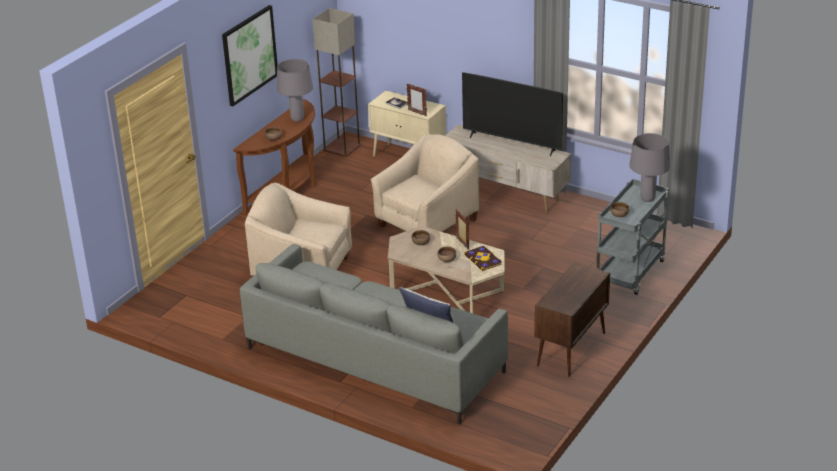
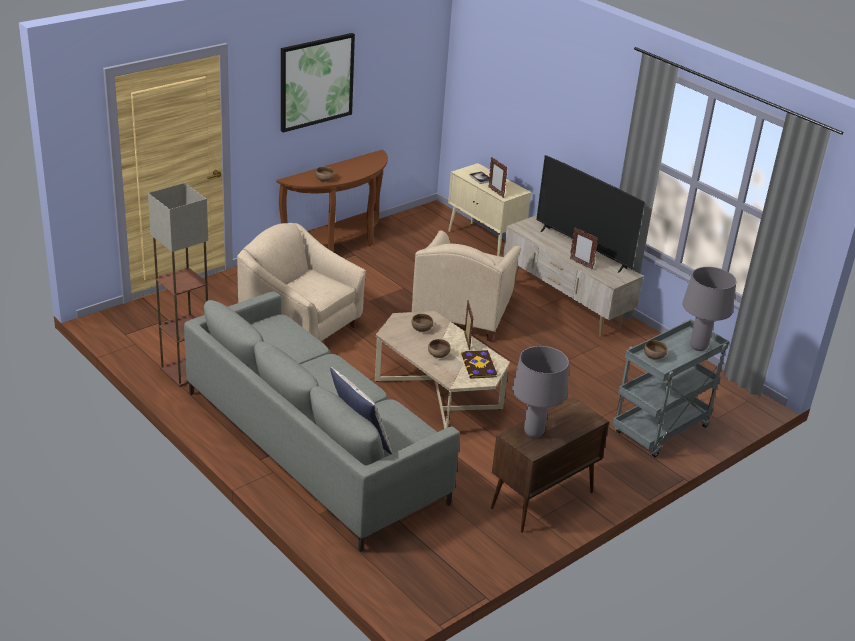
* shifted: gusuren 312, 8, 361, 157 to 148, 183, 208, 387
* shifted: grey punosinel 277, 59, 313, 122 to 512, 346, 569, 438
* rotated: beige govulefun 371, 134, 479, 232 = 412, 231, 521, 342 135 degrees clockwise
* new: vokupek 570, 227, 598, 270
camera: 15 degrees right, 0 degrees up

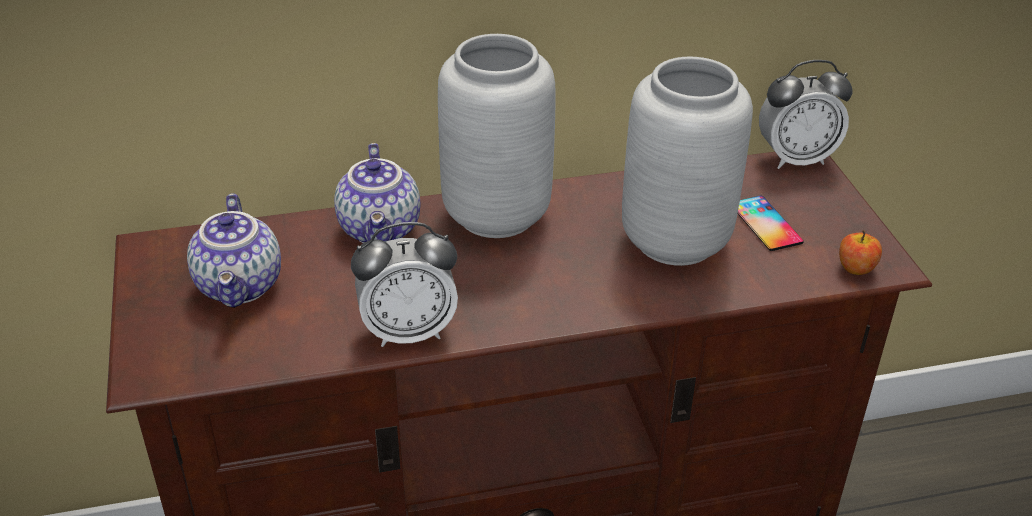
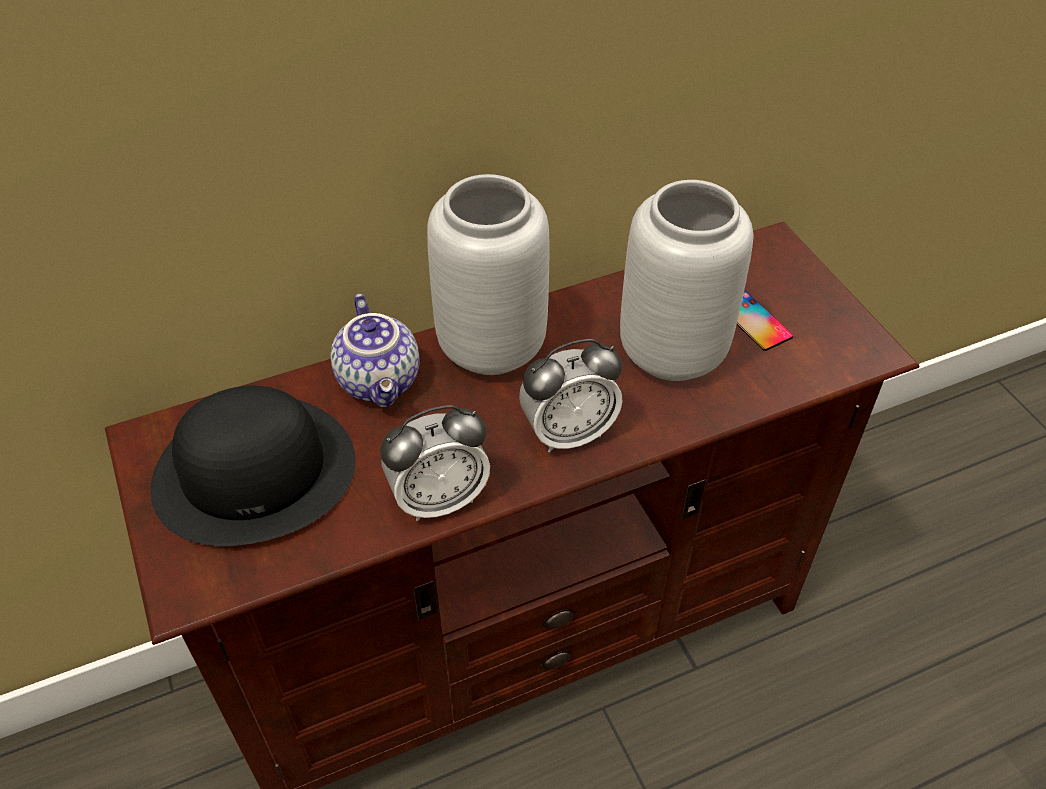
* shifted: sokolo 759, 60, 853, 169 to 519, 339, 623, 453
* swapped: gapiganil 187, 194, 281, 308 to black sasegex 151, 386, 355, 546
* gone: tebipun 839, 230, 882, 275
camera: 10 degrees left, 10 degrees up

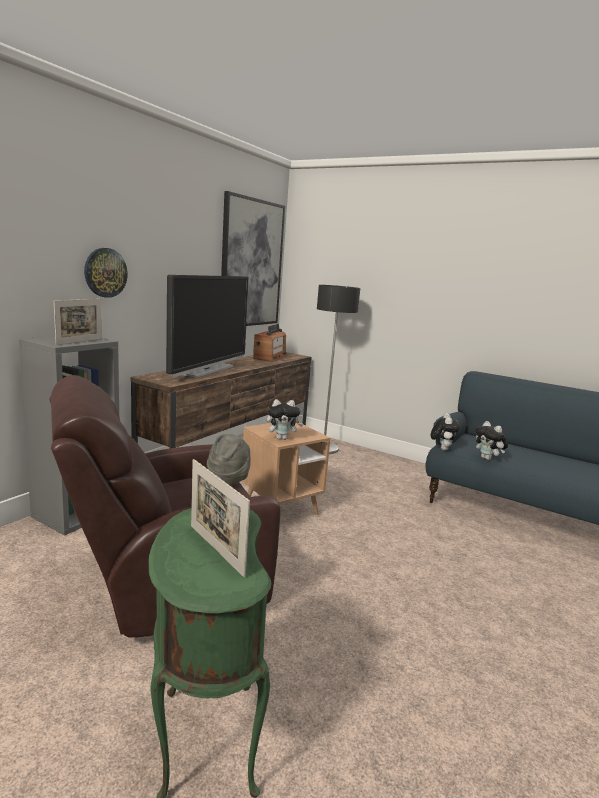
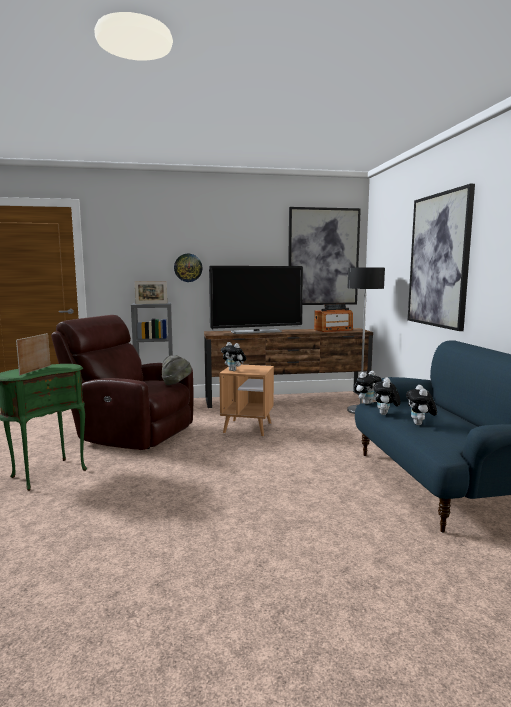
* new: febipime 408, 184, 475, 331
* new: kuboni 406, 385, 437, 425
camera: 50 degrees right, 5 degrees down

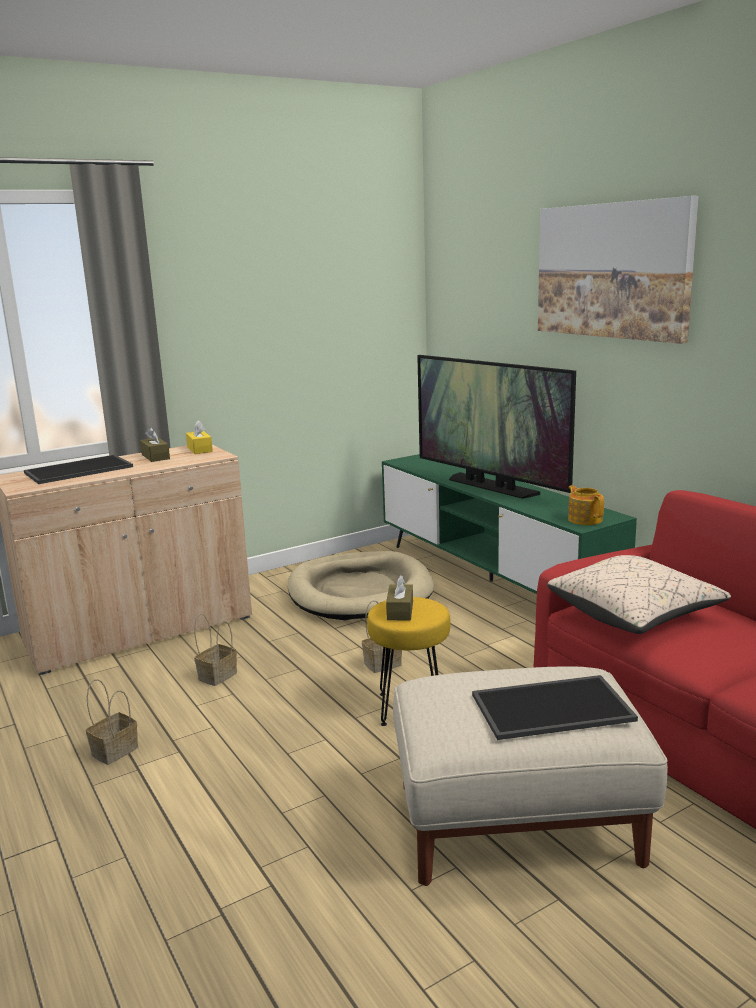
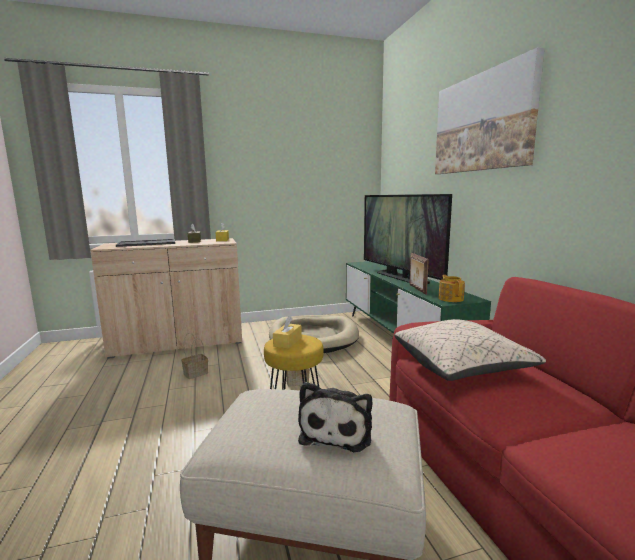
* repainted: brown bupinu 386, 575, 413, 620 to yellow bupinu 273, 316, 302, 349
* swapped: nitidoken 472, 675, 638, 740 to kuboni 298, 382, 372, 452
* gone: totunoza 86, 679, 138, 765
* new: vokupek 410, 253, 429, 295
camera: 15 degrees right, 5 degrees down

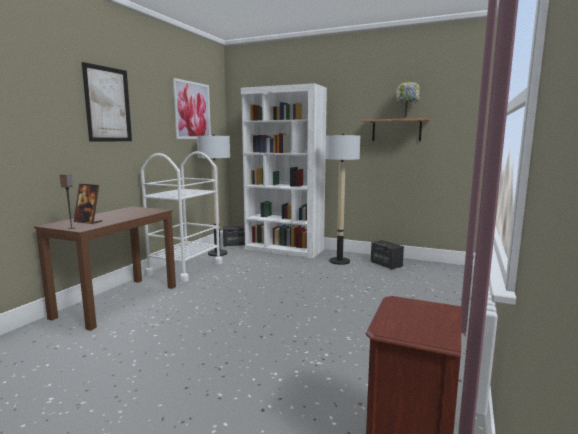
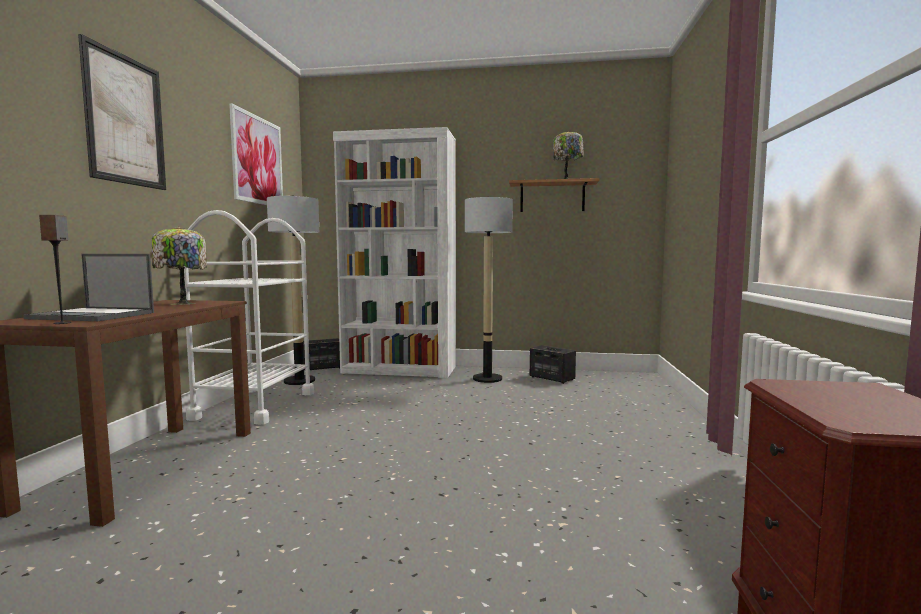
* swapped: vokupek 74, 184, 102, 224 to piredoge 23, 254, 154, 321
* new: punosinel 152, 226, 207, 305
camera: 15 degrees left, 5 degrees down

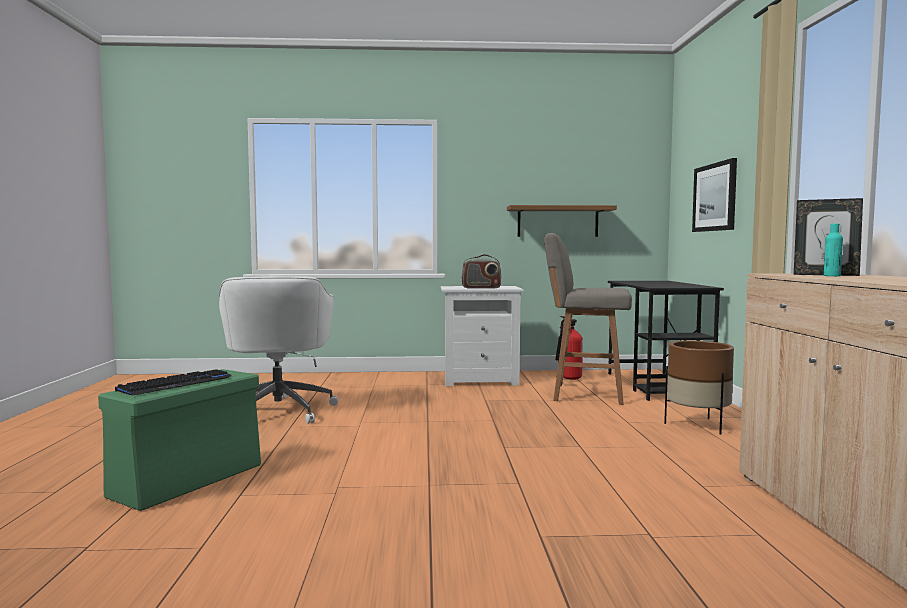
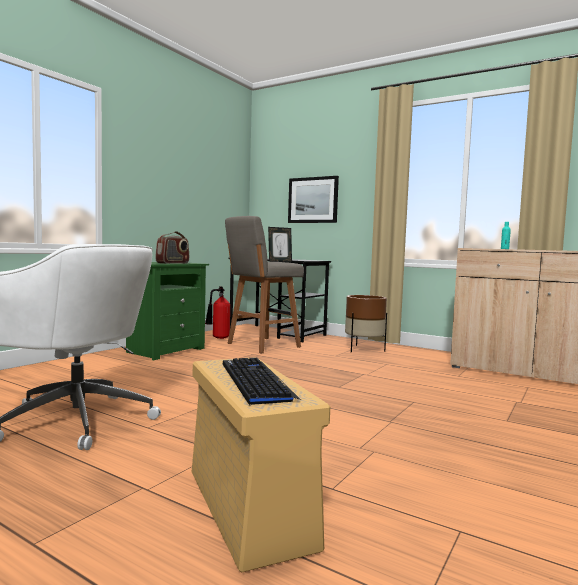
* shifted: vokupek 794, 198, 863, 276 to 268, 227, 292, 262
* gone: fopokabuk 507, 205, 617, 237
* repainted: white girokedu 441, 286, 524, 386 to green girokedu 126, 262, 209, 360
* repainted: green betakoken 98, 369, 261, 511 to beige betakoken 192, 357, 330, 573
camera: 55 degrees left, 0 degrees up

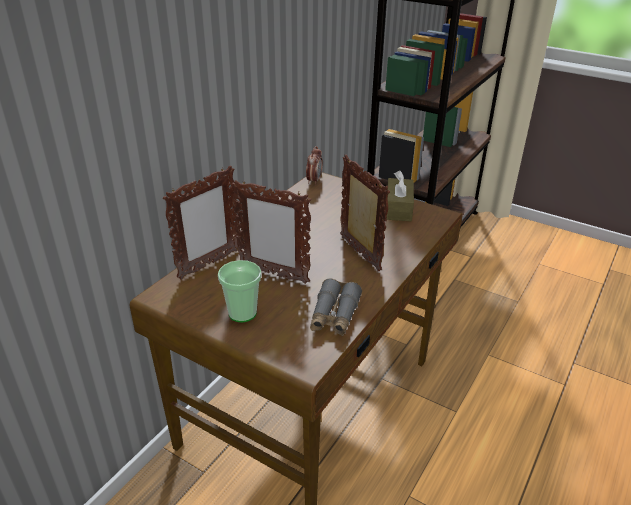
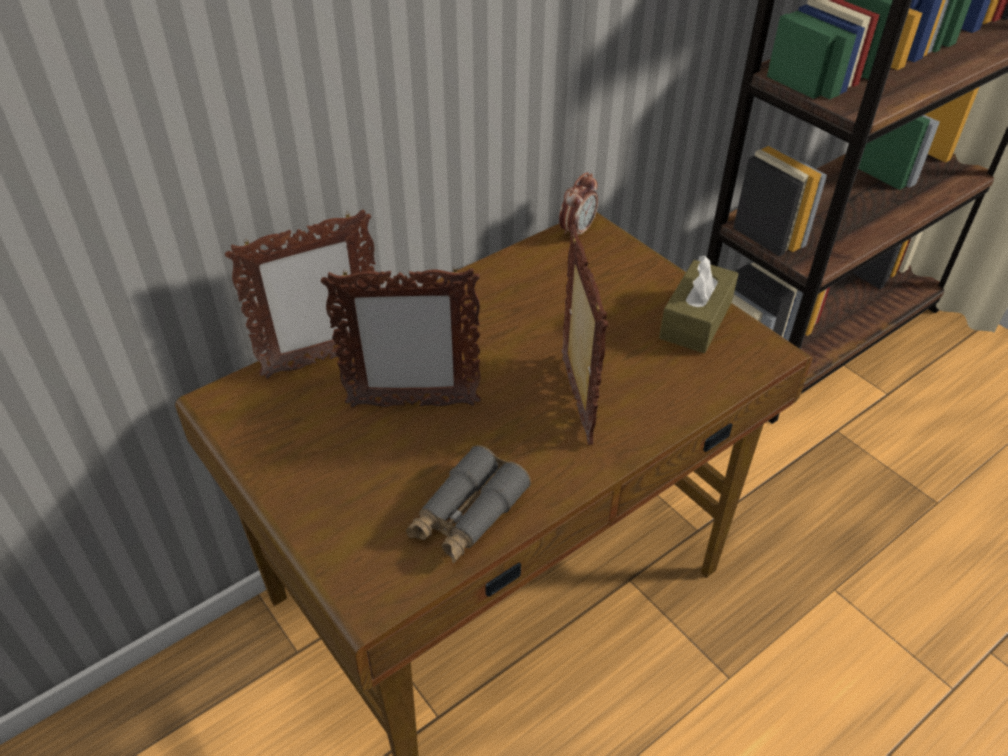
* rotated: vokupek 231, 180, 311, 284 = 321, 266, 481, 407 45 degrees counterclockwise
* gone: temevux 218, 260, 262, 322
camera: 20 degrees right, 10 degrees up

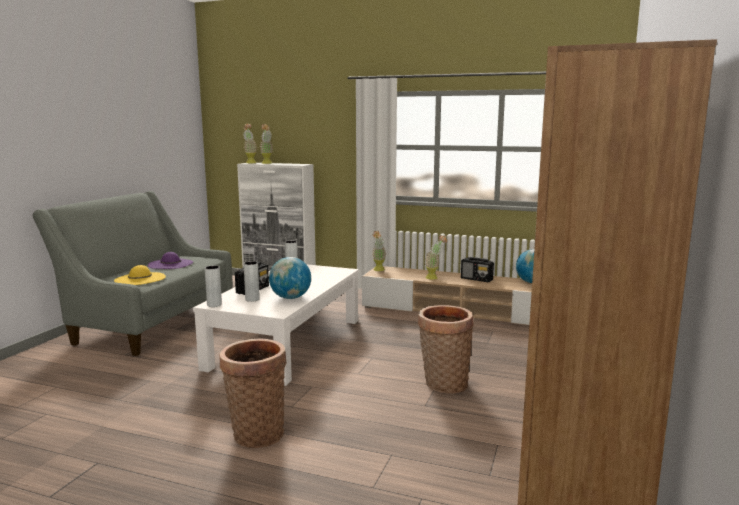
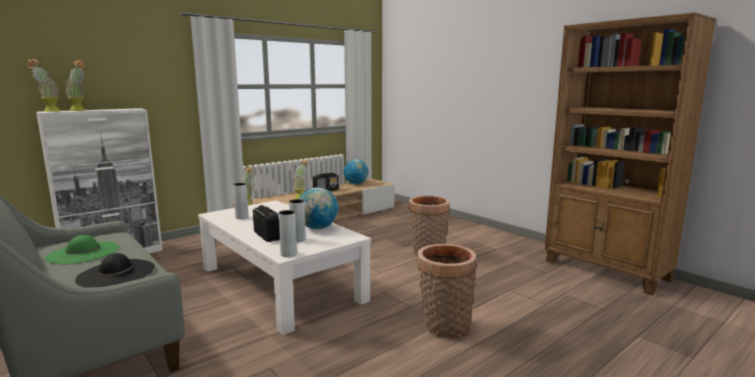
* repainted: purple sasegex 148, 252, 193, 269 to green sasegex 45, 235, 119, 264
* repainted: yellow sasegex 114, 265, 166, 285 to black sasegex 75, 253, 155, 288
camera: 60 degrees left, 0 degrees up

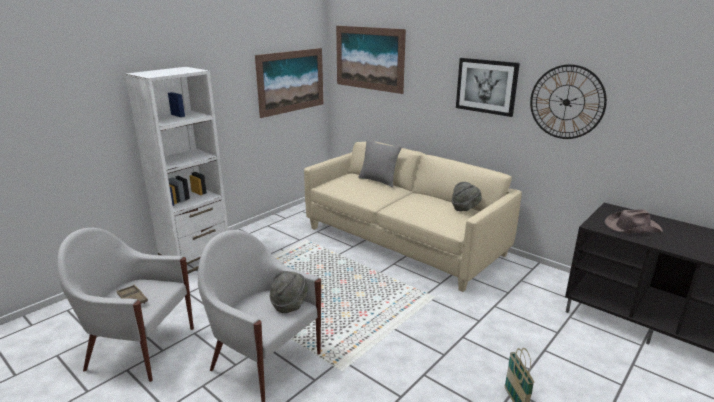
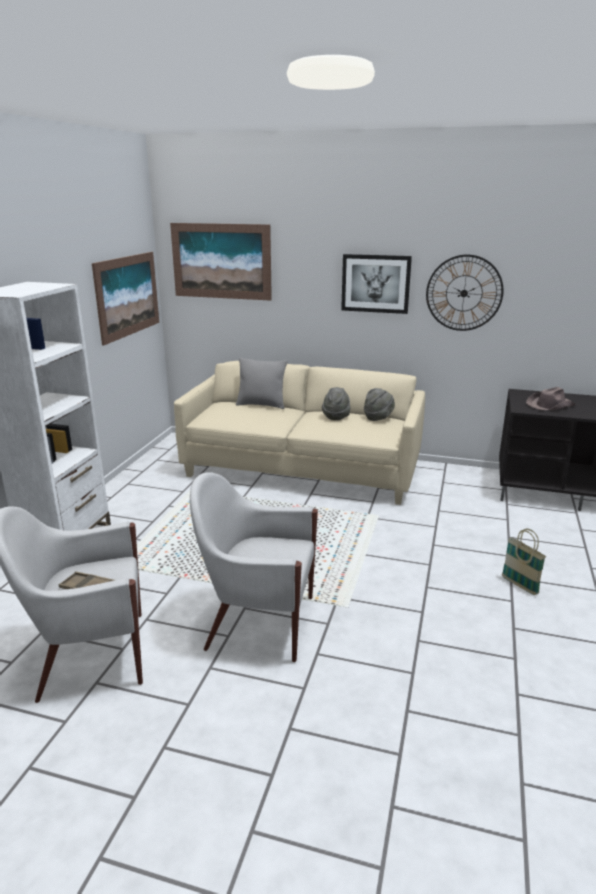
* shifted: grey sasegex 270, 271, 308, 313 to 322, 387, 350, 420
camera: 25 degrees left, 0 degrees up

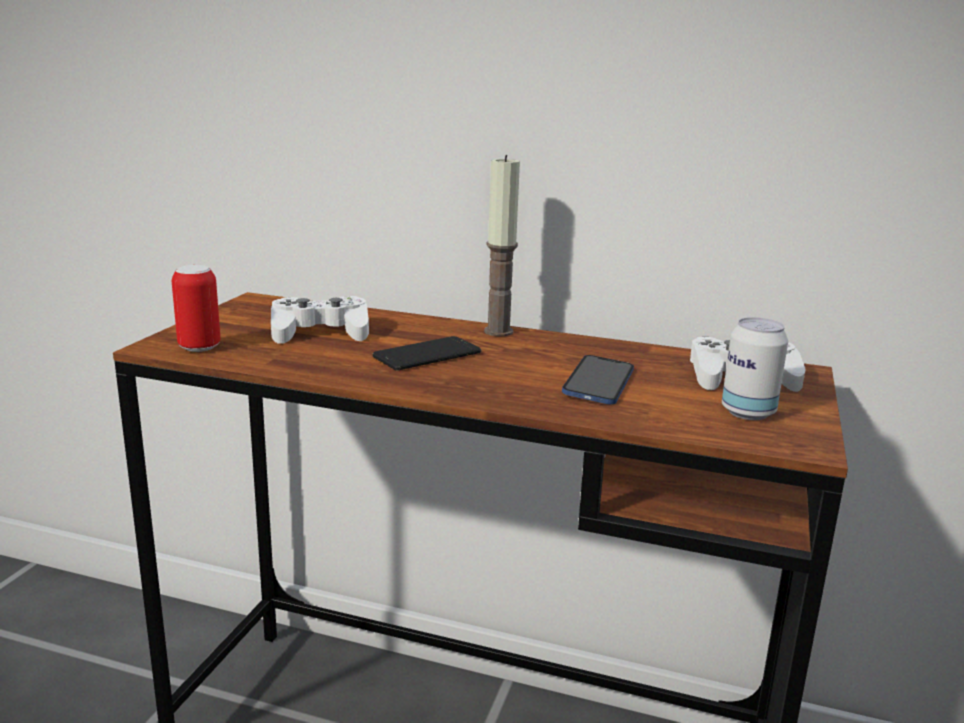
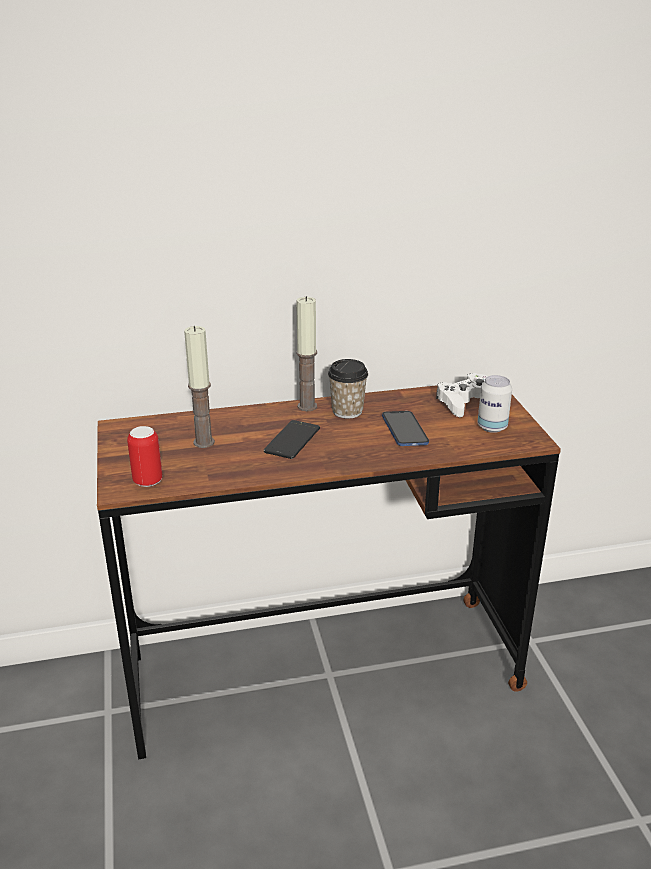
* swapped: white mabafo 271, 296, 369, 344 to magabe 184, 326, 215, 448
* new: temevux 328, 359, 368, 419
camera: 30 degrees left, 10 degrees up

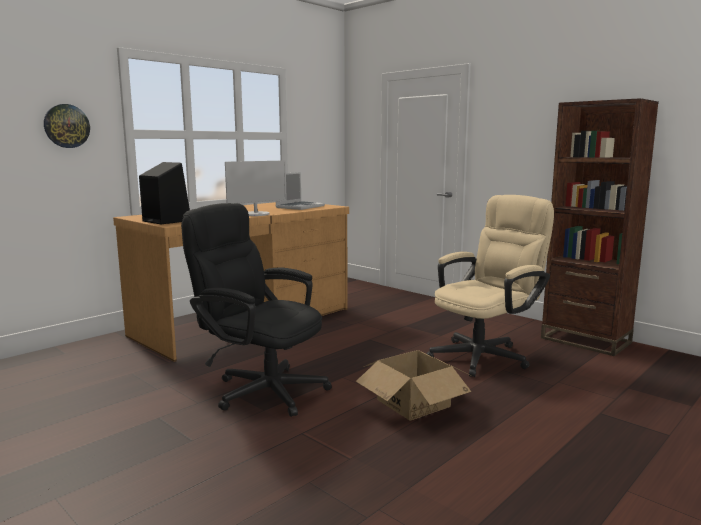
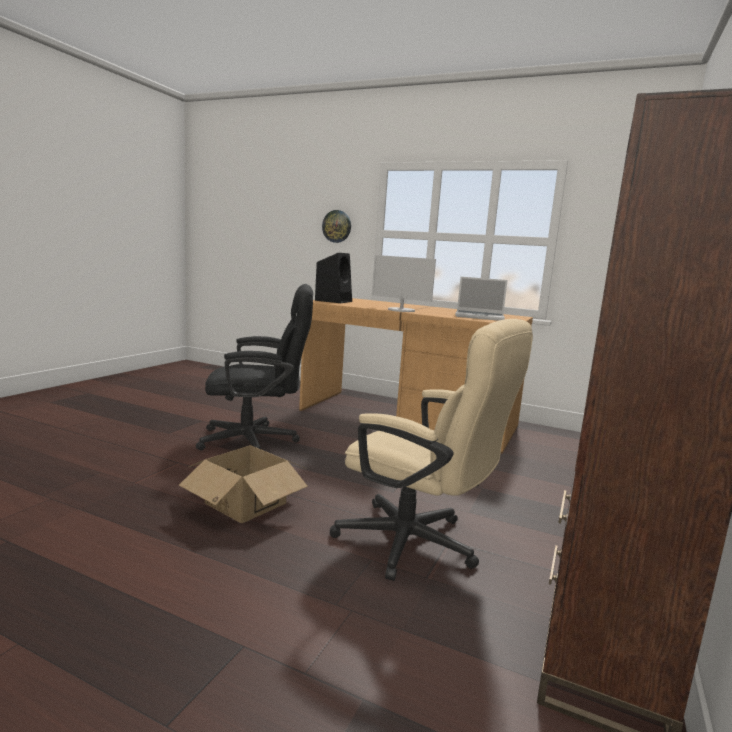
* rotated: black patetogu 181, 203, 332, 417 = 196, 284, 313, 451 75 degrees clockwise
camera: 70 degrees right, 0 degrees up

